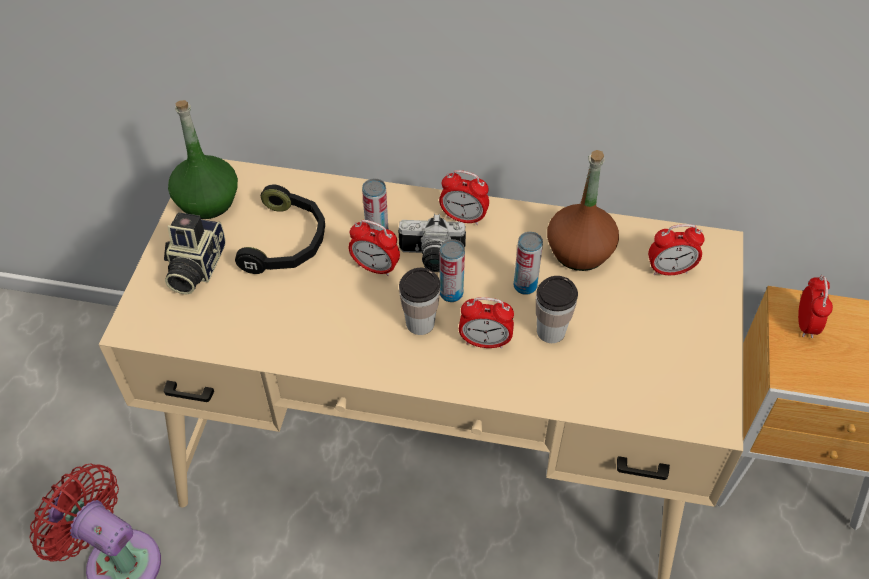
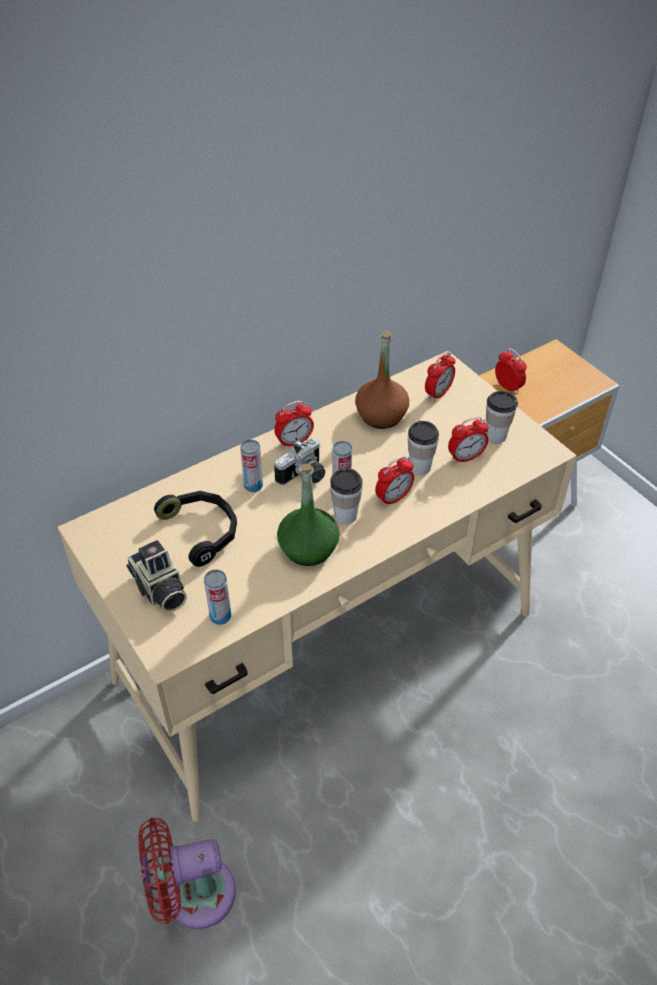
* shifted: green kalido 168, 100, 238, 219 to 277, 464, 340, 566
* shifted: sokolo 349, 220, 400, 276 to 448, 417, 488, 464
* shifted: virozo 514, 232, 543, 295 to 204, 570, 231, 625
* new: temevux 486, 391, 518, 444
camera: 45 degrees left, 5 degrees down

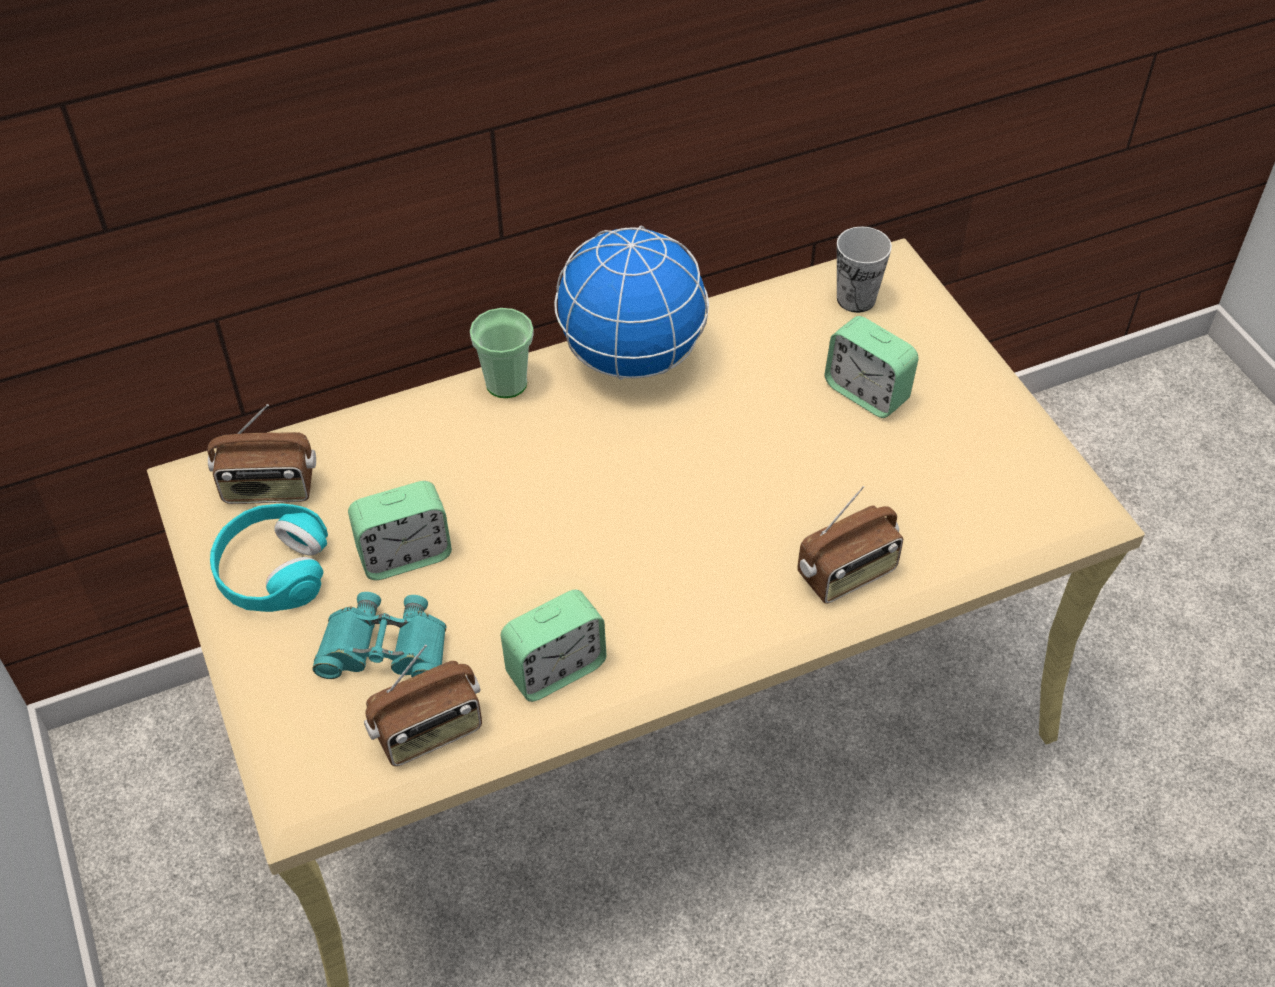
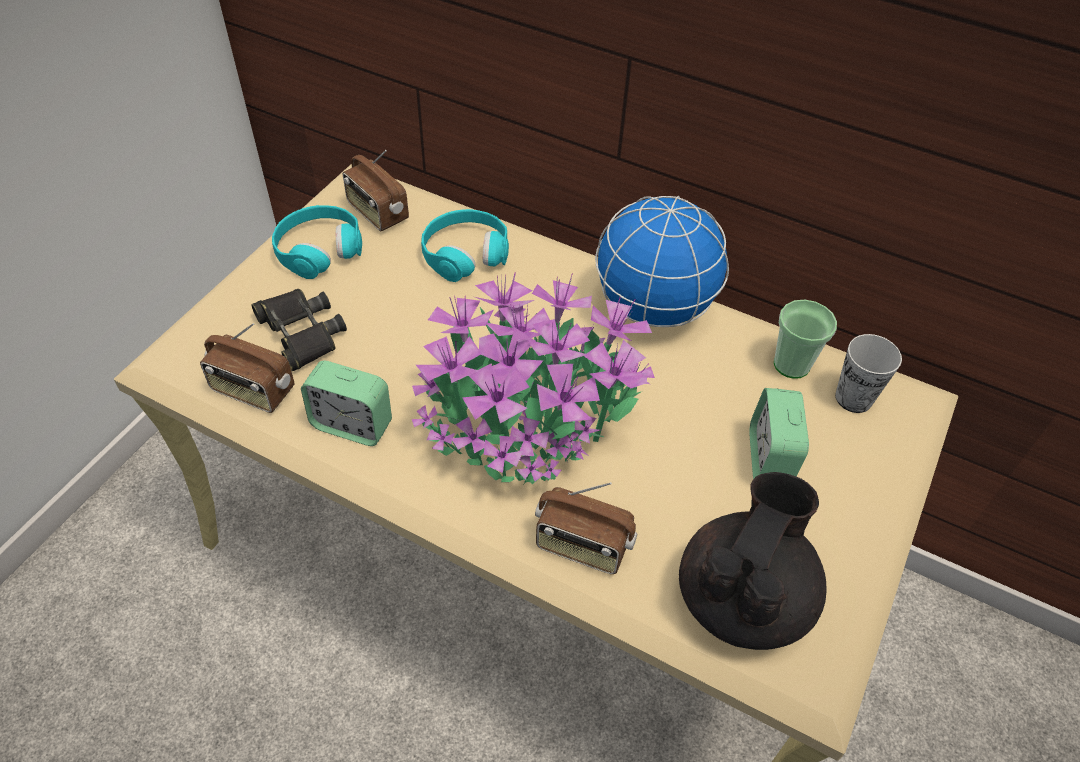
* shifted: temevux 470, 308, 534, 398 to 774, 300, 837, 379
* gone: sokolo 348, 481, 452, 580
* repainted: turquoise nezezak 312, 592, 446, 679 to black nezezak 251, 289, 347, 371
* new: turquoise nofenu 421, 209, 509, 282
* new: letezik 412, 272, 655, 484
* new: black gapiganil 679, 472, 827, 650
camera: 50 degrees right, 0 degrees up

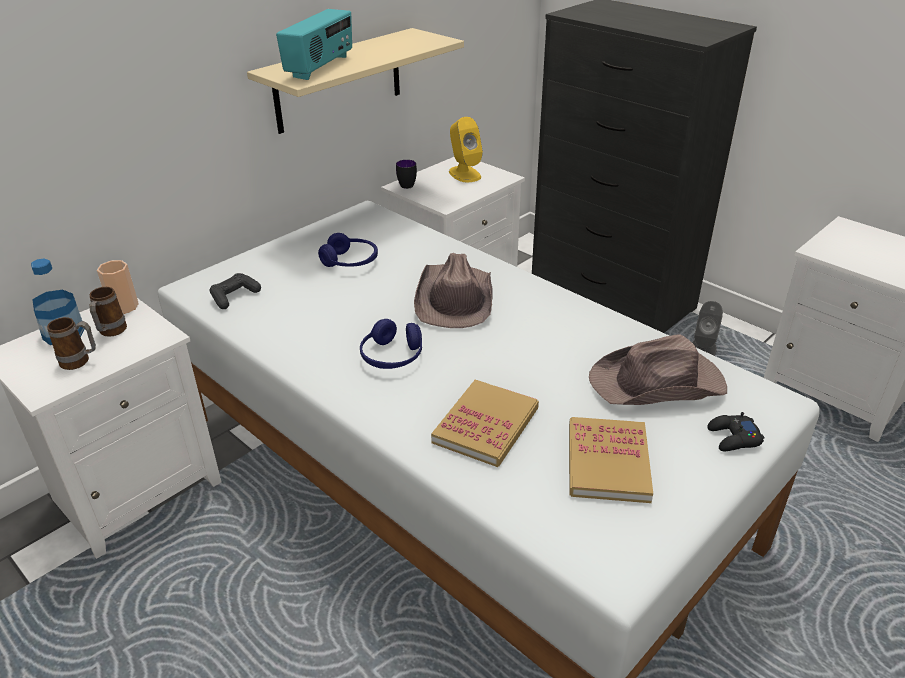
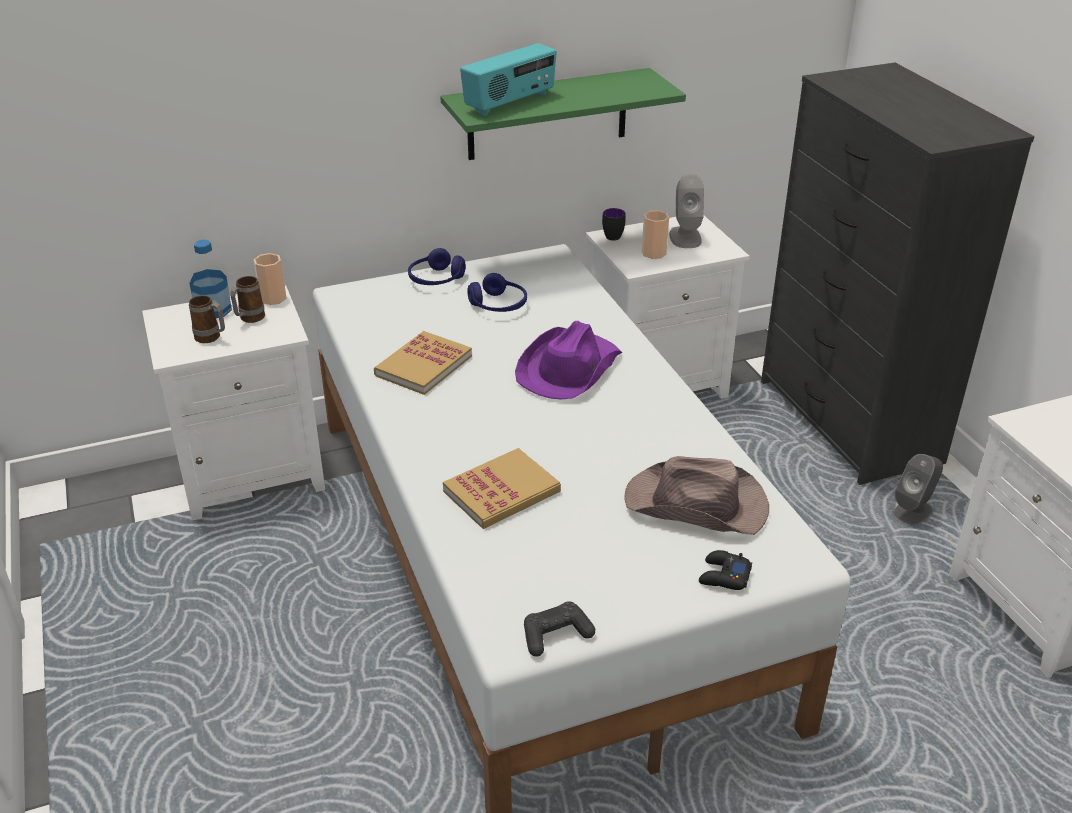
* repainted: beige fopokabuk 247, 28, 464, 134 to green fopokabuk 440, 68, 686, 160
* repainted: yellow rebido 449, 117, 483, 182 to grey rebido 669, 174, 704, 248
* repainted: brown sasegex 414, 253, 493, 328 to purple sasegex 515, 321, 622, 399
* shifted: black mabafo 210, 273, 261, 309 to 524, 601, 595, 657
* shifted: blue nofenu 360, 319, 422, 369 to 408, 248, 466, 285
* shifted: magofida 569, 417, 653, 503 to 374, 331, 472, 395
* new: temevux 642, 210, 669, 259
camera: 25 degrees right, 0 degrees up

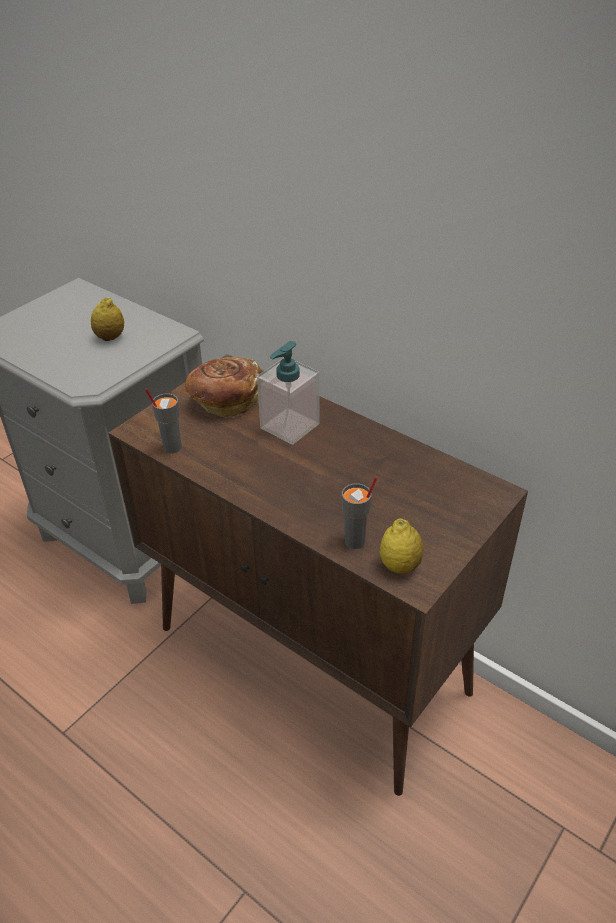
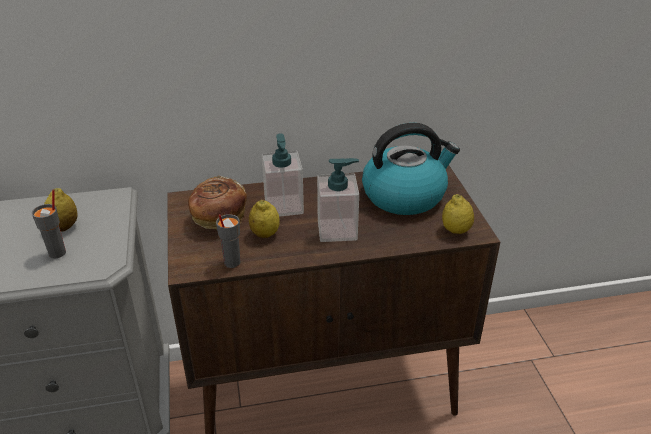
* shifted: grey temevux 342, 477, 378, 549 to 32, 190, 66, 258
* new: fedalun 362, 123, 460, 215
* new: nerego 317, 158, 359, 242
* new: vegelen 249, 200, 280, 238
camera: 50 degrees left, 5 degrees down

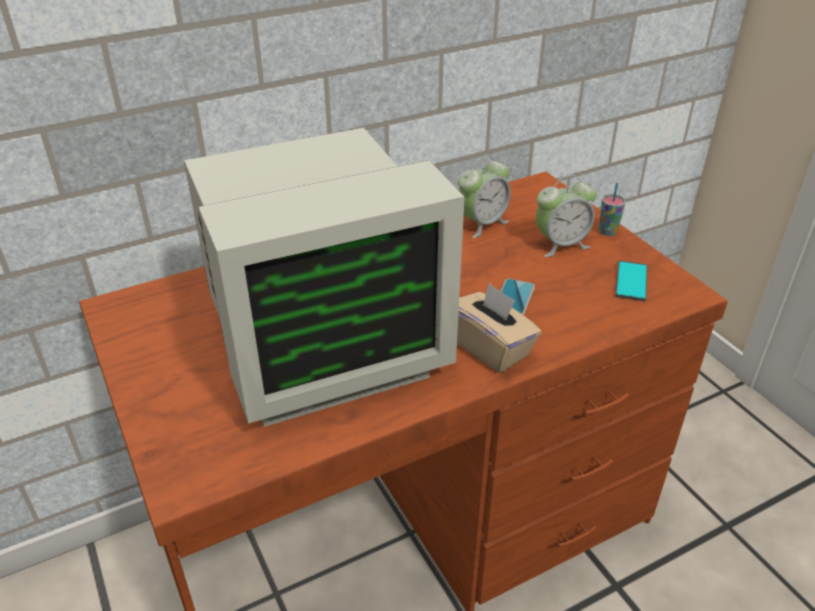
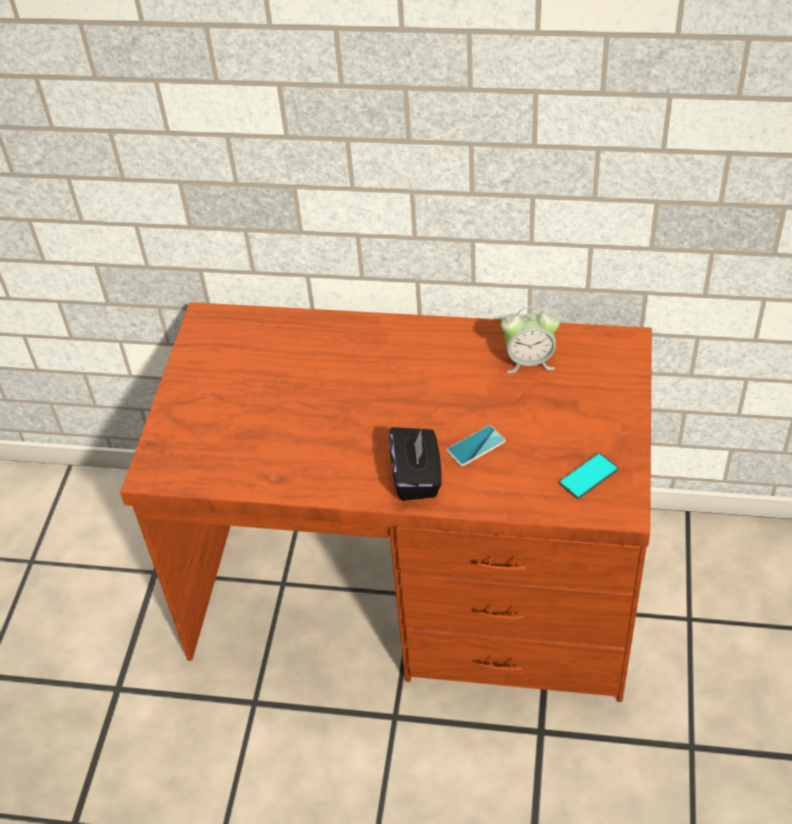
* gone: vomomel 184, 128, 465, 427
* gone: sokolo 536, 175, 597, 257
* gone: temevux 599, 183, 626, 236
* repainted: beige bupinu 457, 283, 542, 373 to black bupinu 389, 427, 442, 501
camera: 40 degrees right, 10 degrees up

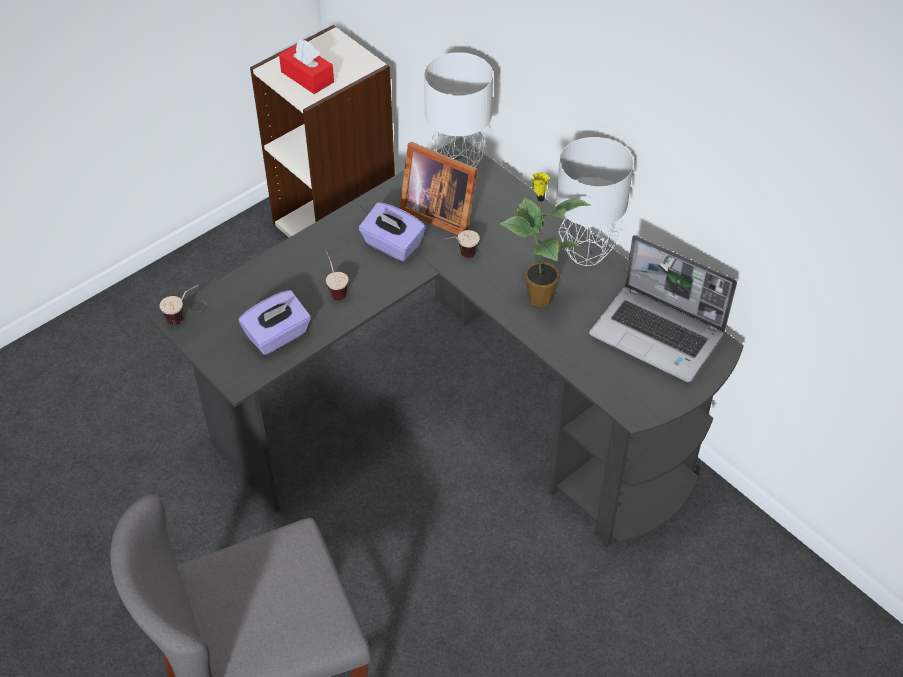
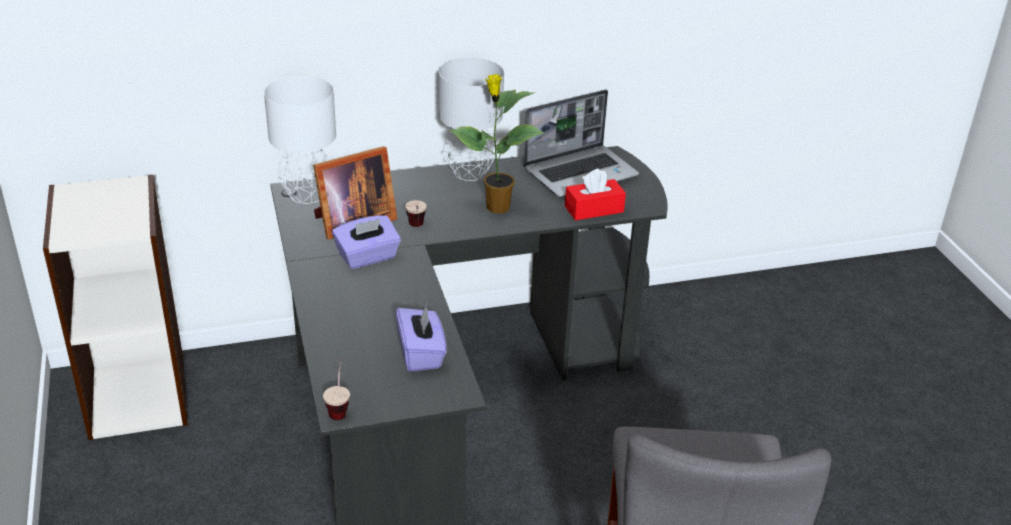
* shifted: red bupinu 279, 40, 334, 94 to 565, 169, 626, 220
* gone: temevux 325, 249, 348, 300
camera: 65 degrees left, 15 degrees down

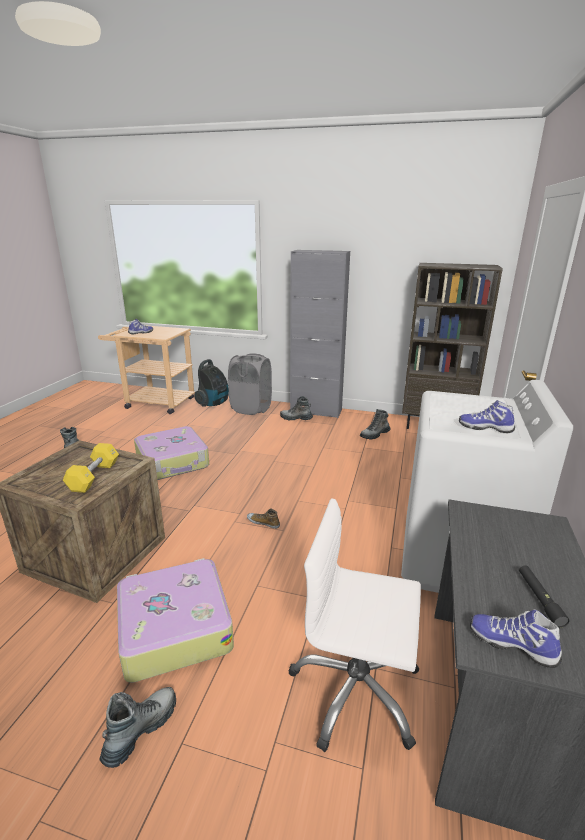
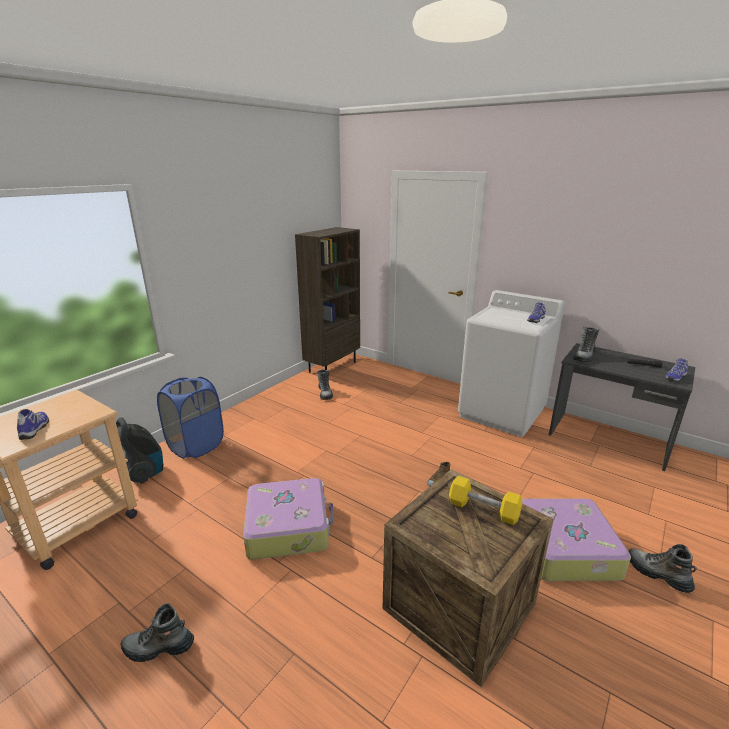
* gone: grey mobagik 290, 250, 350, 418
* repainted: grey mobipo 228, 353, 272, 415 to blue mobipo 157, 377, 224, 459
* shifted: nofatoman 280, 396, 313, 421 to 573, 327, 599, 362
* gone: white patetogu 288, 498, 421, 752
camera: 70 degrees left, 0 degrees up

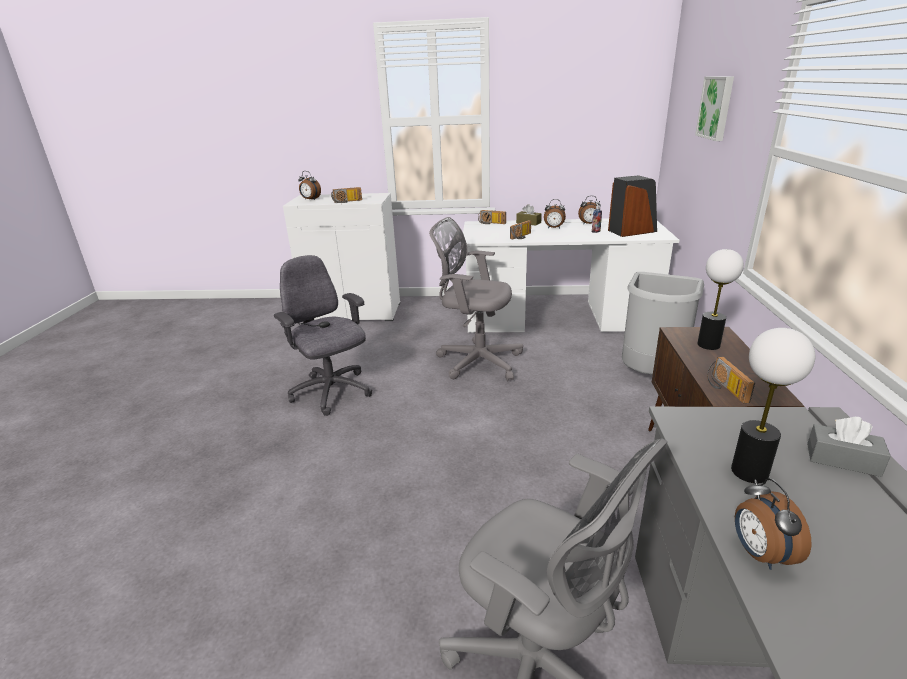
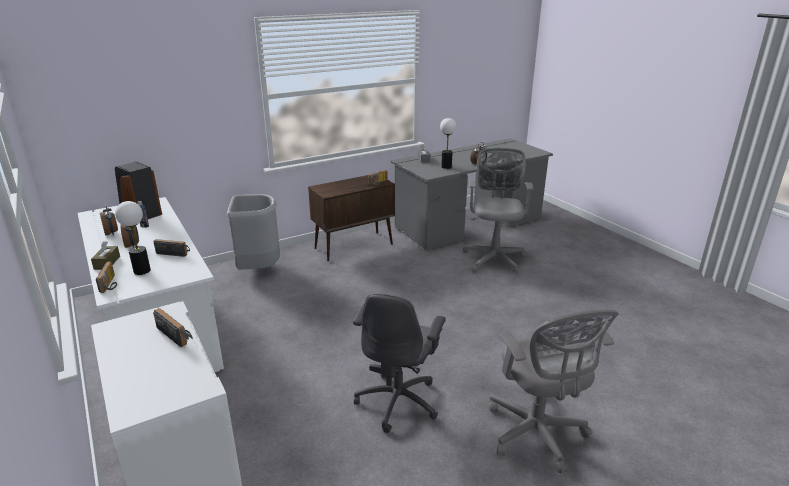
* gone: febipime 695, 76, 734, 141
* gone: sokolo 298, 171, 321, 200
* shifted: grey patetogu 429, 217, 523, 381 to 489, 309, 619, 473
* shifted: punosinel 697, 249, 744, 350 to 115, 201, 151, 275
camera: 125 degrees left, 0 degrees up

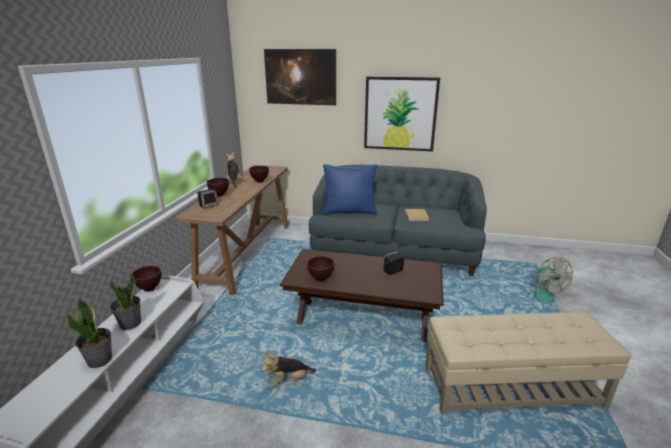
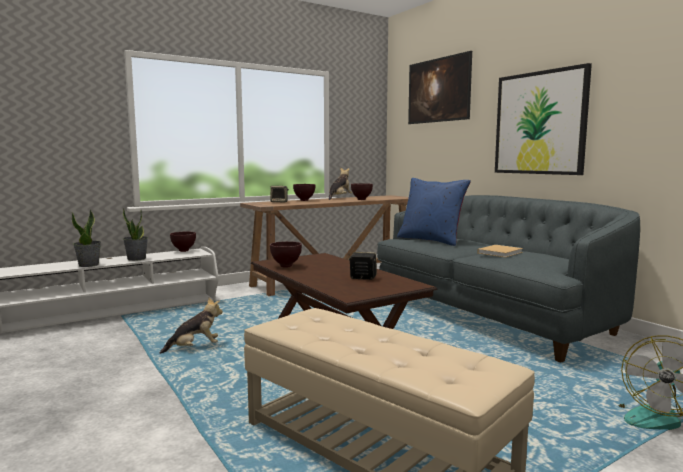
* rotated: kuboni 261, 353, 316, 388 = 159, 297, 223, 354 135 degrees clockwise
camera: 45 degrees right, 15 degrees down

